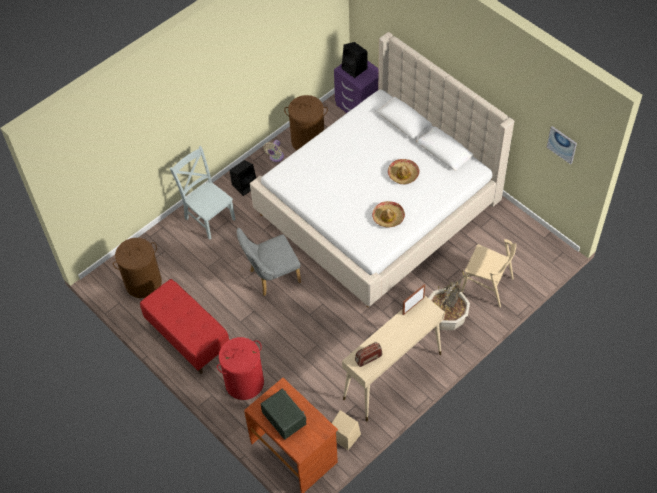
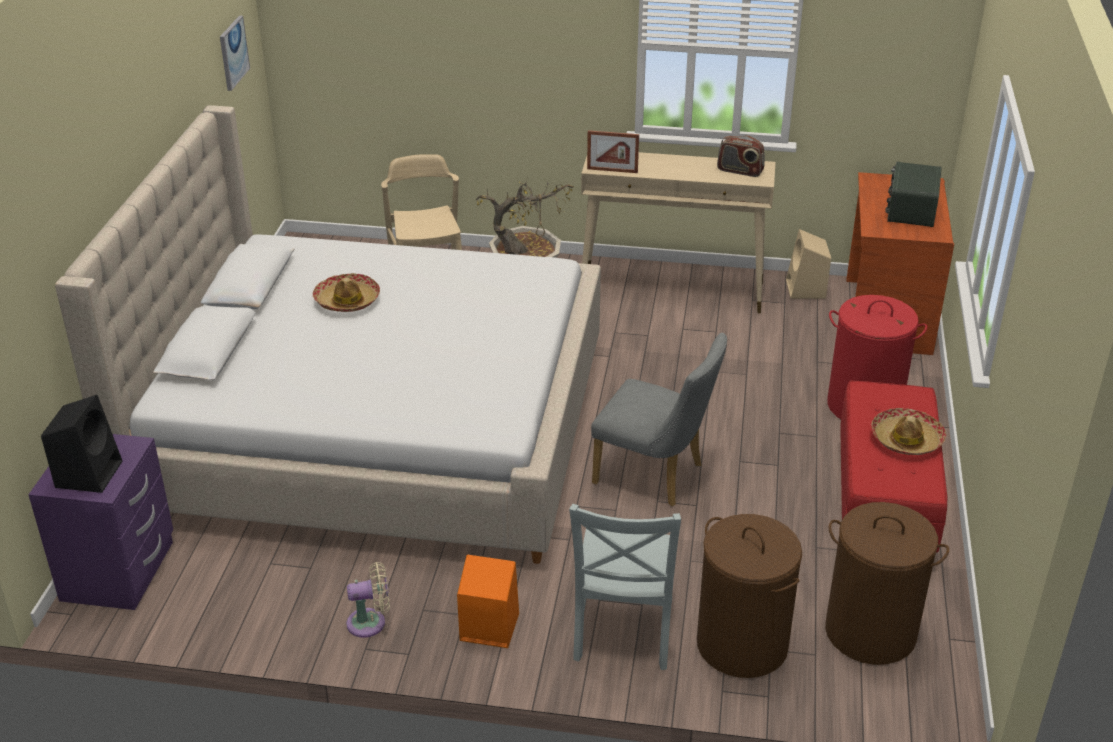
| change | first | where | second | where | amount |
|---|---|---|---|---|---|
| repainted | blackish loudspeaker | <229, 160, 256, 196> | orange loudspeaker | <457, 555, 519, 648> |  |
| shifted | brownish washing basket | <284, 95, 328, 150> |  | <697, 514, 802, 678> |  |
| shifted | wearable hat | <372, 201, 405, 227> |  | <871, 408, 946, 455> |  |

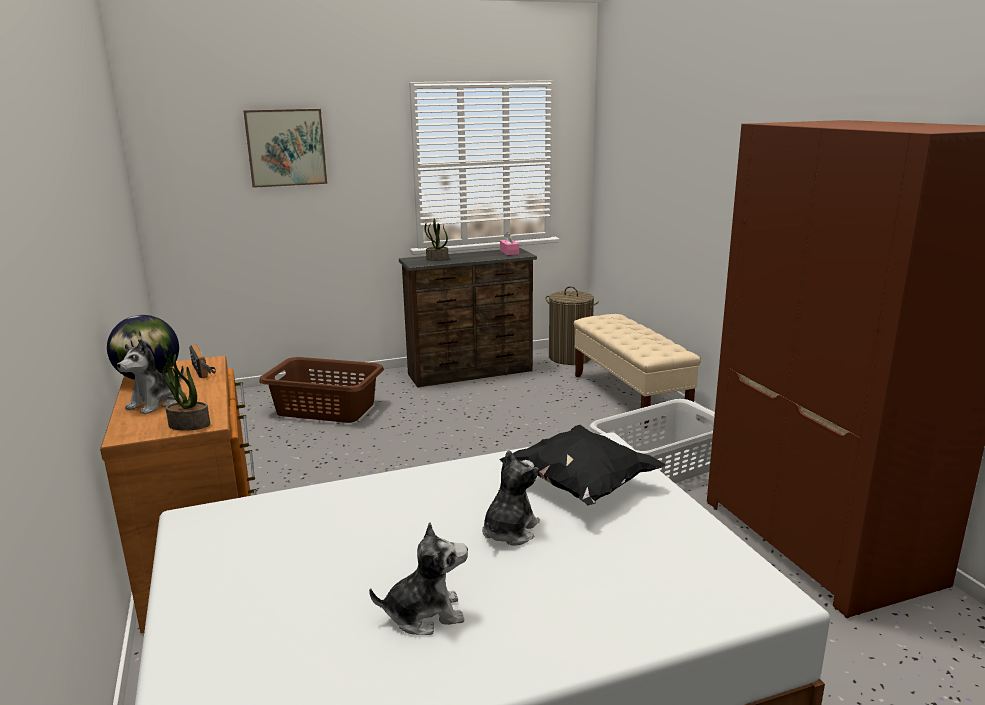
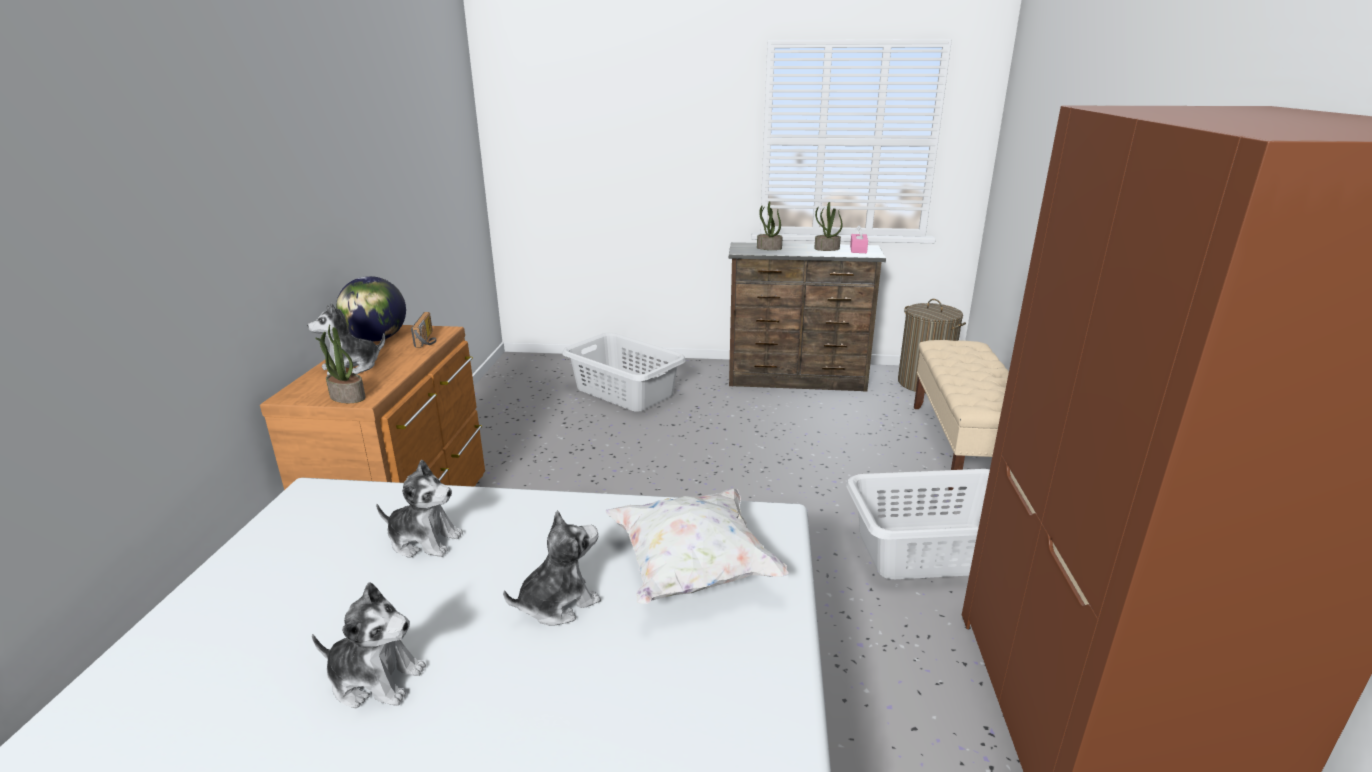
| change | first | where | second | where | amount |
|---|---|---|---|---|---|
| new |  |  | cuddly toy | <376, 460, 463, 558> |  |
| repainted | brownish washing basket | <259, 357, 384, 423> | greyish washing basket | <562, 333, 686, 412> |  |
| repainted | blackish throw pillow | <499, 425, 665, 505> | white-coloured throw pillow | <606, 489, 789, 604> |  |
| new |  |  | houseplant | <814, 202, 843, 251> |  |
| gone | wall picture | <243, 109, 327, 188> |  |  |  |

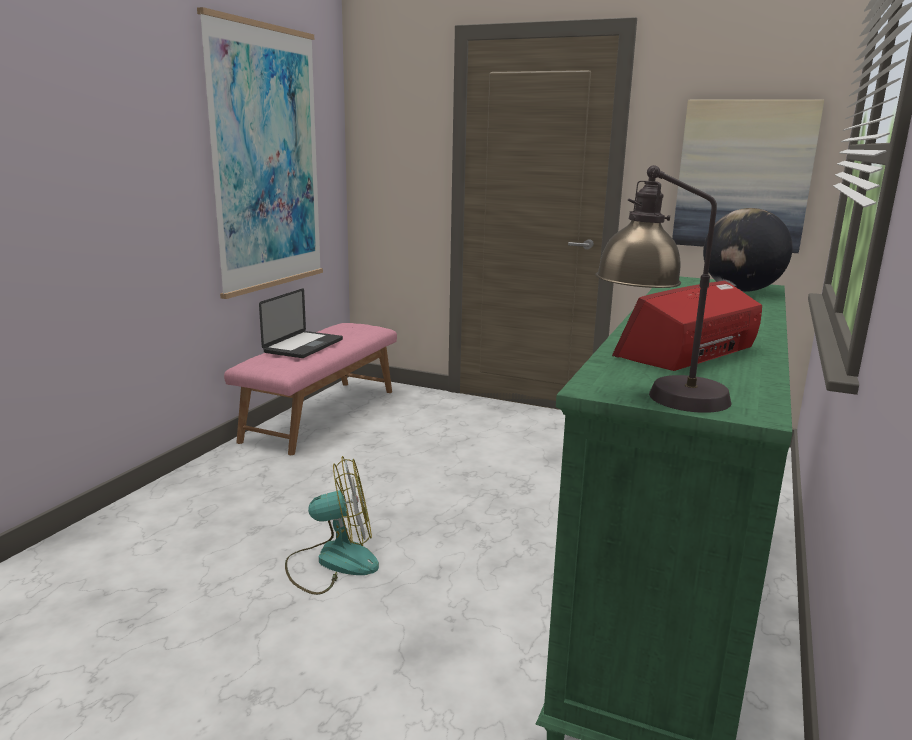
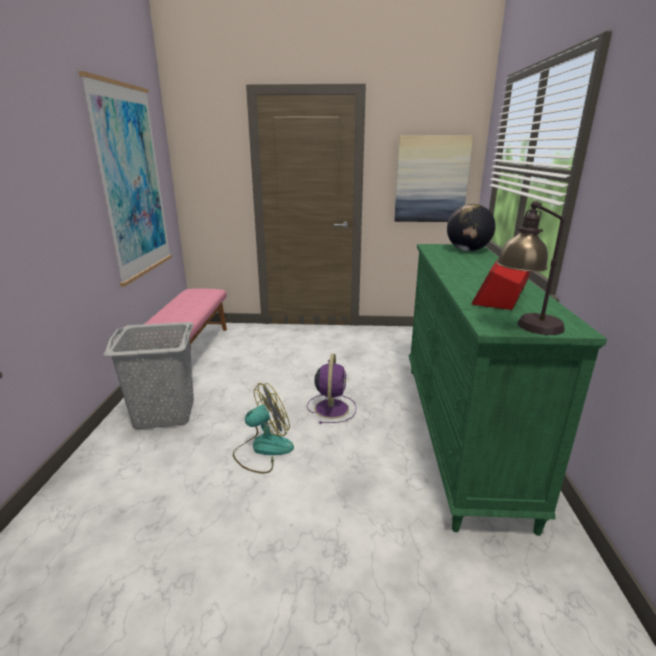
| change | first | where | second | where | amount |
|---|---|---|---|---|---|
| new |  |  | greyish washing basket | <104, 322, 194, 429> |  |
| new |  |  | purple cooling fan | <307, 354, 357, 424> |  |
| gone | portable computer | <259, 288, 343, 358> |  |  |  |

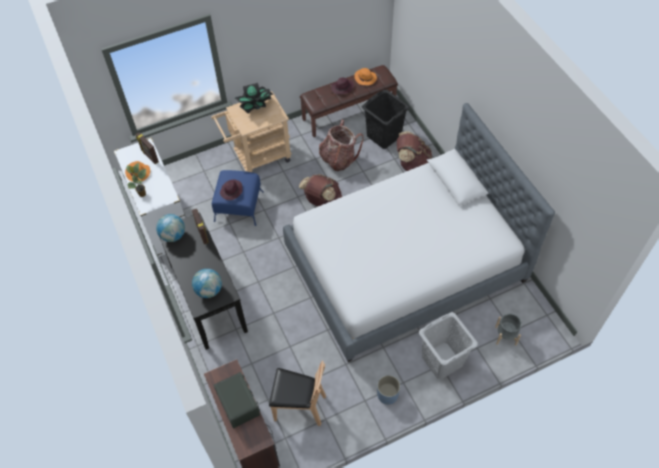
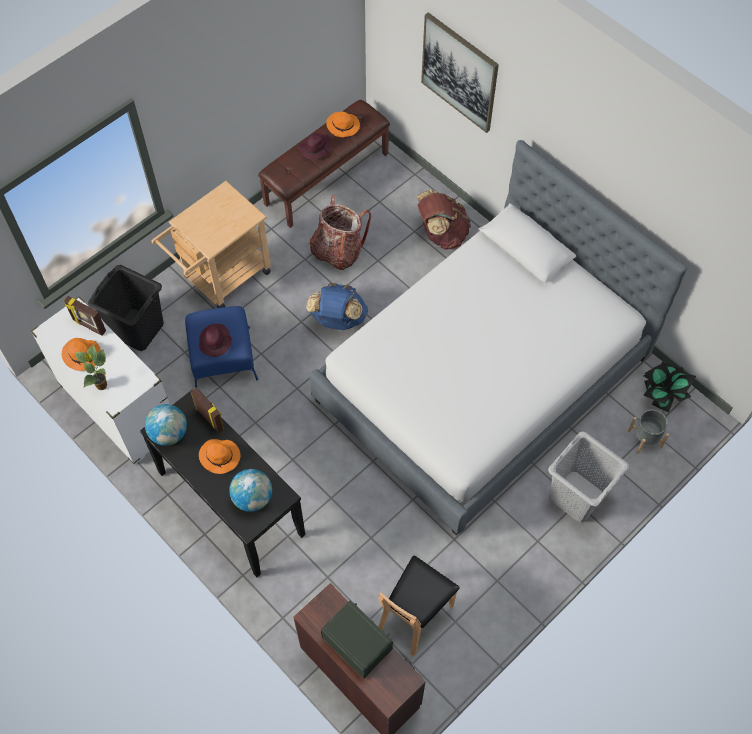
| change | first | where | second | where | amount |
|---|---|---|---|---|---|
| shifted | blackish washing basket | <362, 90, 410, 149> |  | <88, 265, 164, 351> |  |
| new |  |  | orange wearable hat | <199, 439, 240, 474> |  |
| repainted | brownish rucksack | <299, 174, 342, 207> | blue rucksack | <307, 283, 368, 330> |  |
| rotated | brownish chair | <269, 361, 326, 426> |  | <378, 556, 460, 656> | 135 degrees clockwise |
| new |  |  | wall picture | <421, 12, 499, 133> |  |
| shifted | houseplant | <235, 83, 273, 113> |  | <643, 362, 696, 413> |  |
| gone | blue planter | <377, 375, 401, 405> |  |  |  |

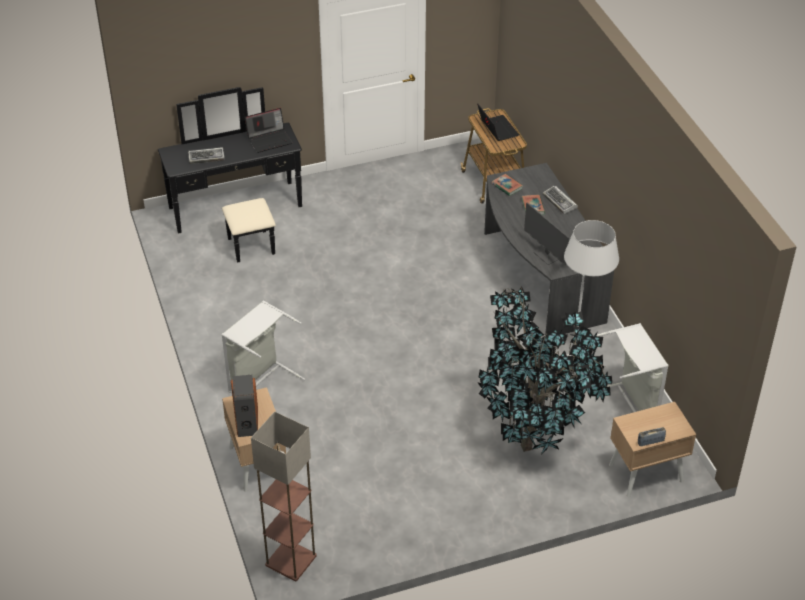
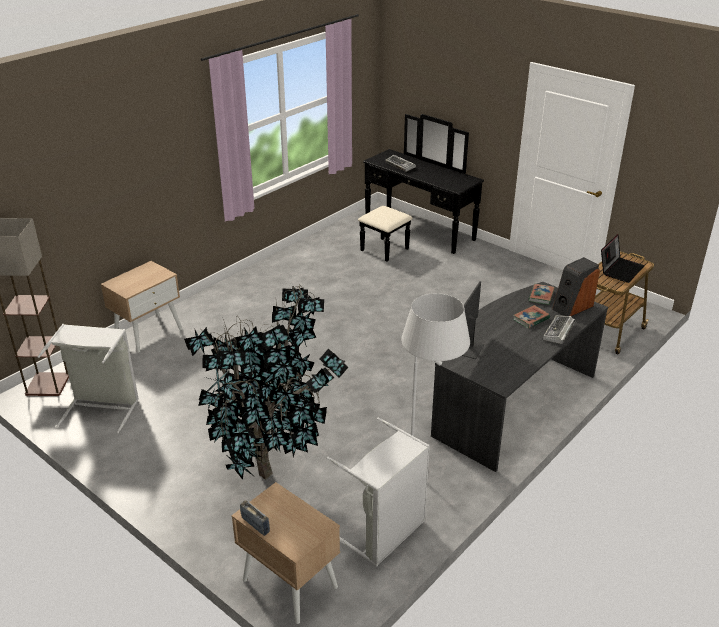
| change | first | where | second | where | amount |
|---|---|---|---|---|---|
| shifted | greyish washing basket | <222, 300, 305, 394> |  | <38, 324, 139, 433> |  |
| shifted | loudspeaker | <231, 375, 258, 437> |  | <552, 257, 600, 316> |  |
| gone | portable computer | <245, 108, 292, 153> |  |  |  |

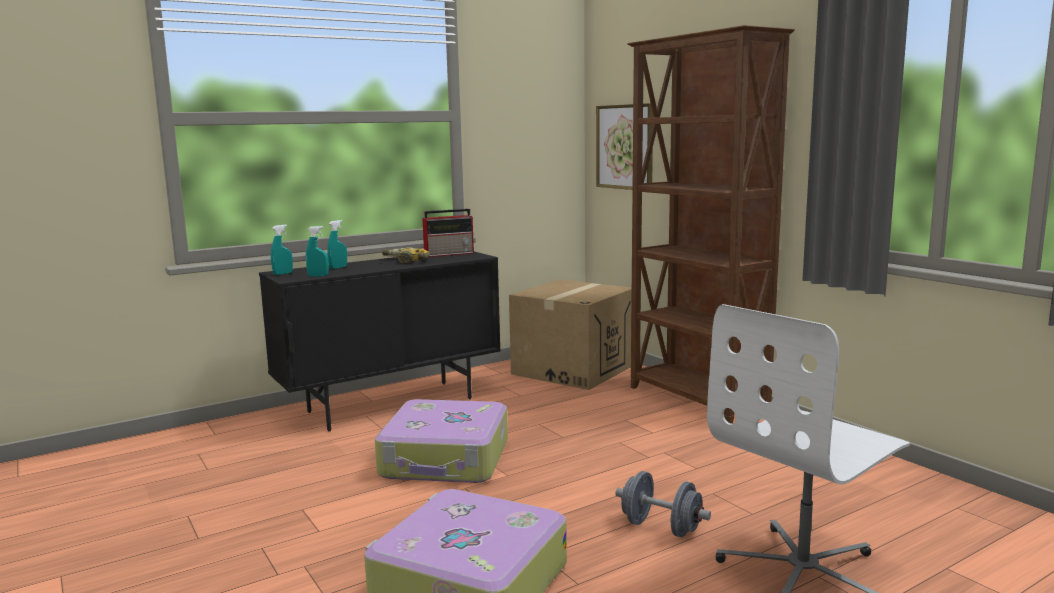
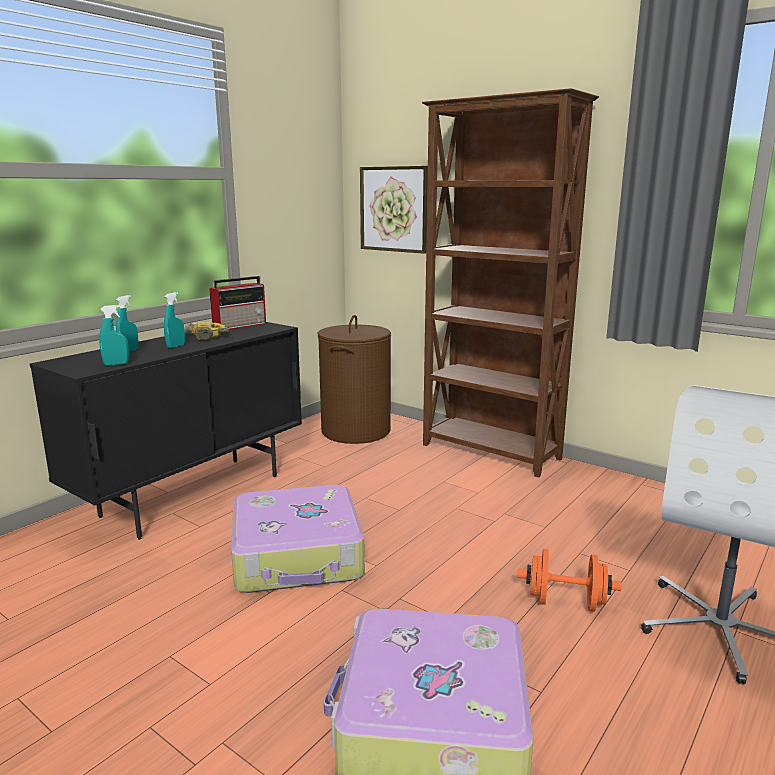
| change | first | where | second | where | amount |
|---|---|---|---|---|---|
| shifted | blue-green spray bottle | <271, 225, 293, 275> |  | <164, 292, 185, 348> |  |
| swapped | packing box | <509, 279, 632, 390> | brownish washing basket | <318, 315, 391, 444> |  |
| repainted | greyish dumbbell | <615, 471, 711, 537> | orange dumbbell | <517, 549, 622, 612> |  |

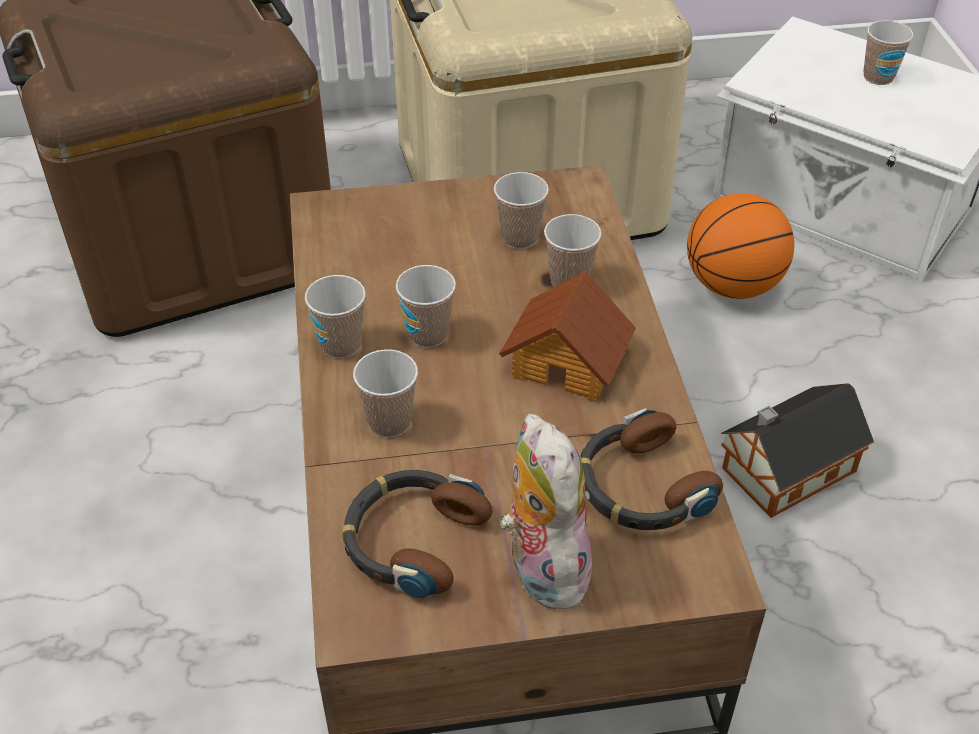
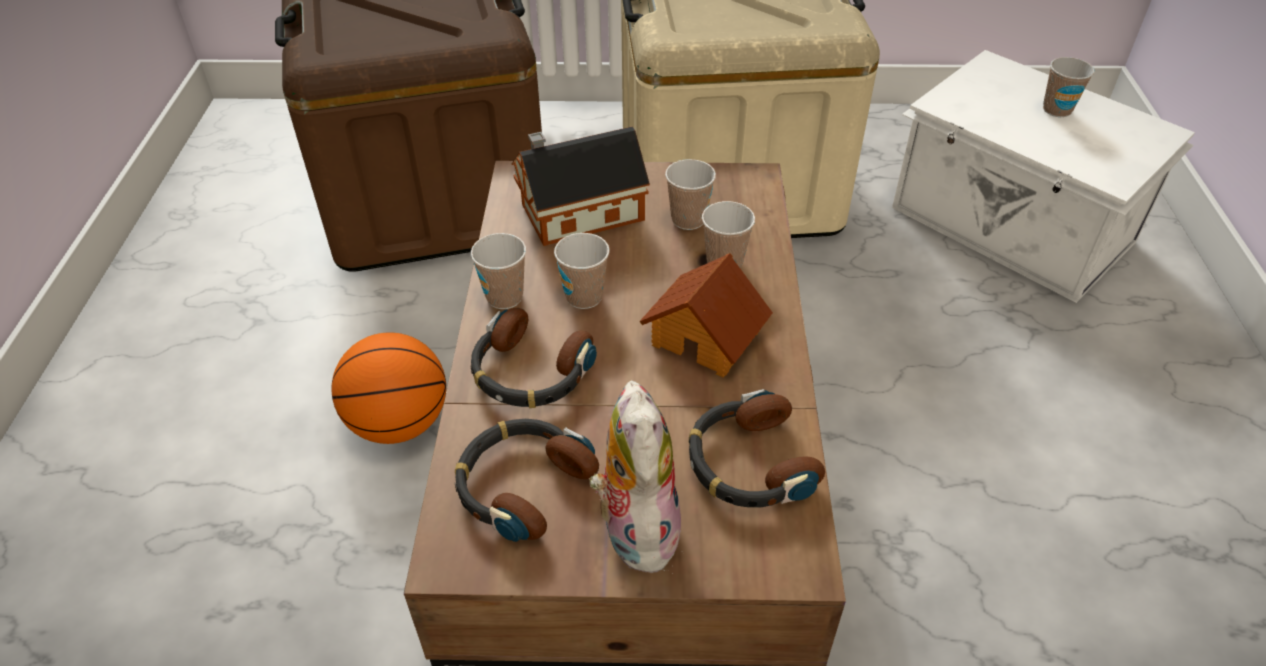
| change | first | where | second | where | amount |
|---|---|---|---|---|---|
| shifted | ball for basketball | <687, 193, 794, 299> |  | <332, 333, 446, 444> |  |
| swapped | cup | <353, 349, 418, 437> | headset | <470, 308, 597, 408> |  |
| shifted | model house | <721, 383, 874, 518> |  | <512, 127, 650, 246> |  |

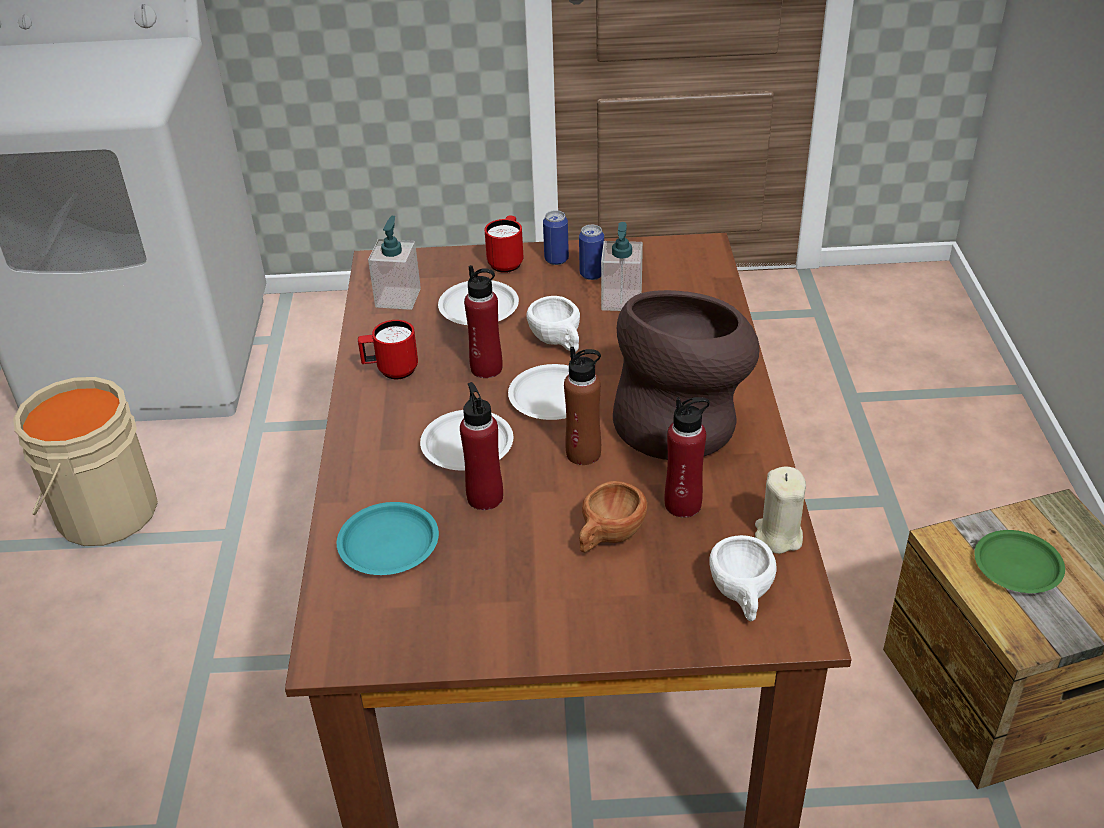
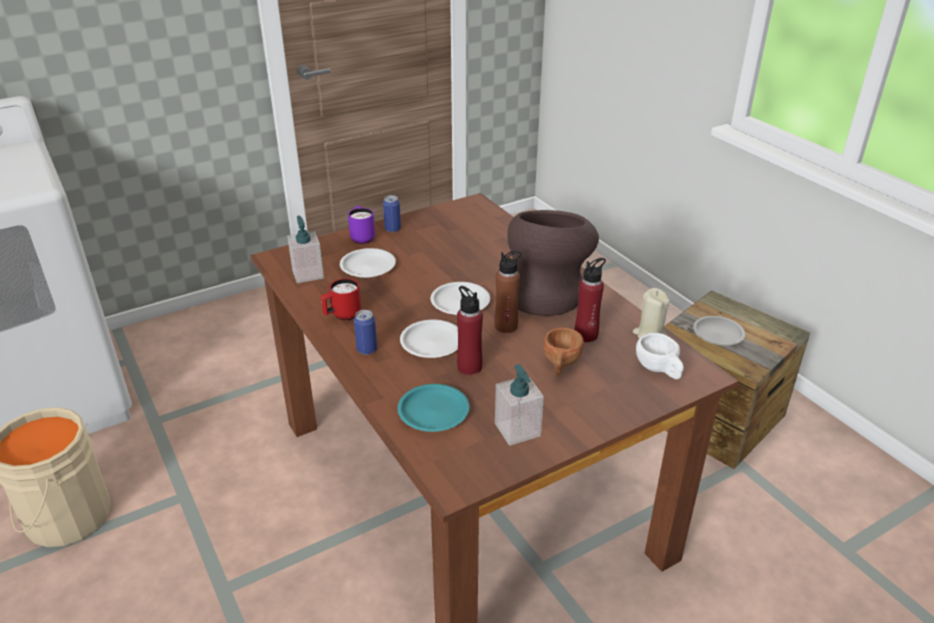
| change | first | where | second | where | amount |
|---|---|---|---|---|---|
| repainted | red coffee mug | <485, 216, 523, 273> | purple coffee mug | <348, 206, 375, 244> |  |
| shifted | sealed can | <579, 225, 604, 280> |  | <354, 310, 377, 355> |  |
| shifted | soap bottle | <601, 222, 643, 311> |  | <495, 364, 544, 446> |  |
| repainted | green-coloured dinner plate | <974, 530, 1065, 593> | white-coloured dinner plate | <693, 316, 745, 345> |  |
| gone | red bottle | <464, 265, 503, 378> |  |  |  |
| gone | white-coloured cup | <526, 296, 580, 352> |  |  |  |

